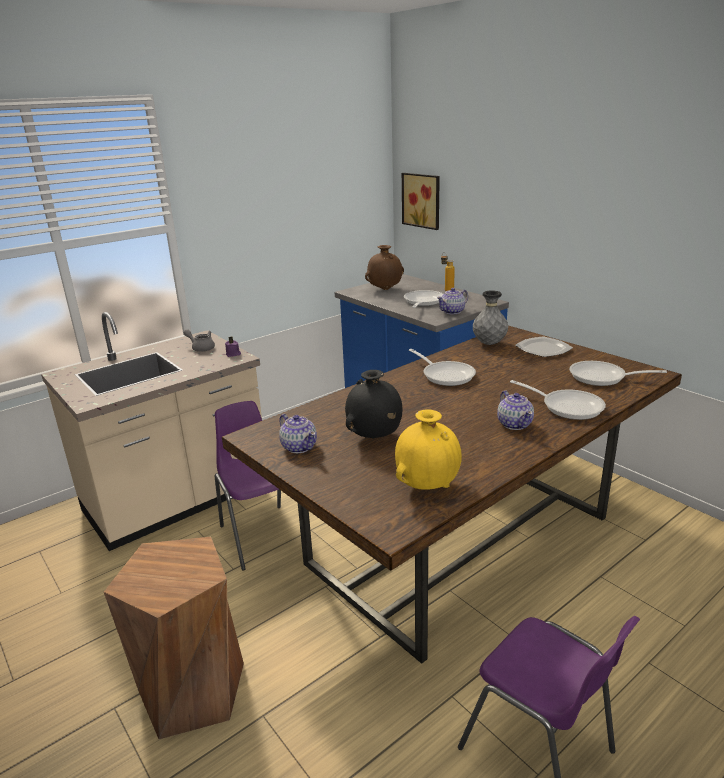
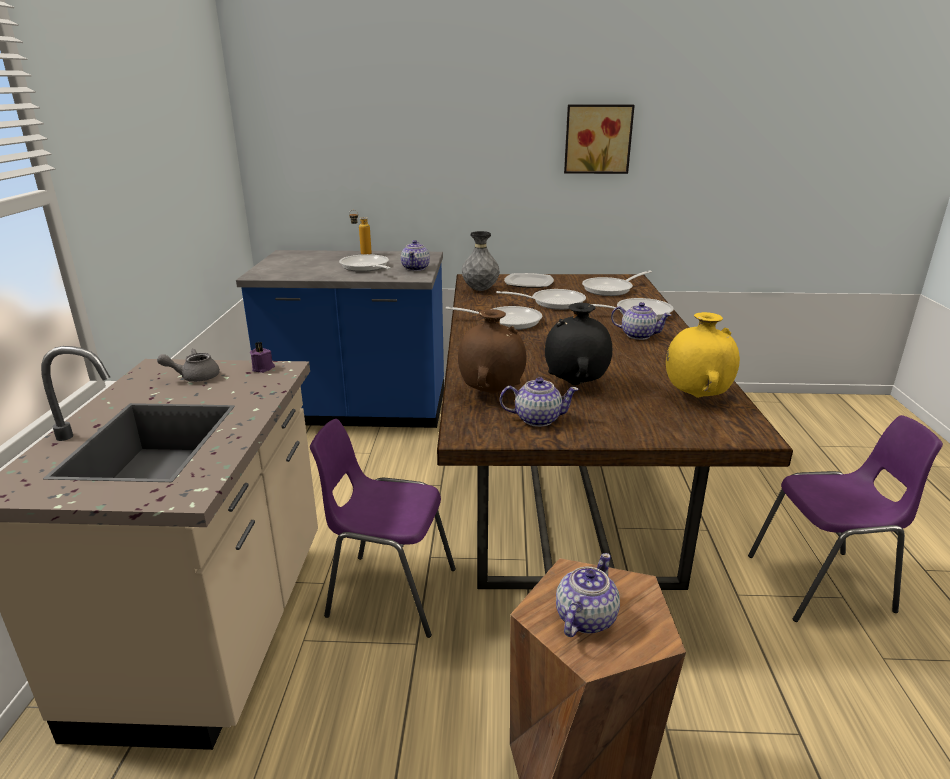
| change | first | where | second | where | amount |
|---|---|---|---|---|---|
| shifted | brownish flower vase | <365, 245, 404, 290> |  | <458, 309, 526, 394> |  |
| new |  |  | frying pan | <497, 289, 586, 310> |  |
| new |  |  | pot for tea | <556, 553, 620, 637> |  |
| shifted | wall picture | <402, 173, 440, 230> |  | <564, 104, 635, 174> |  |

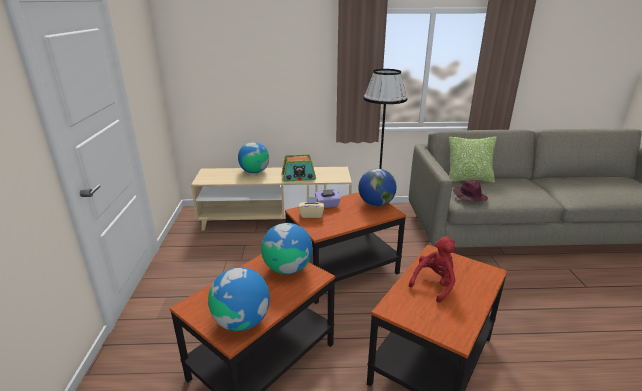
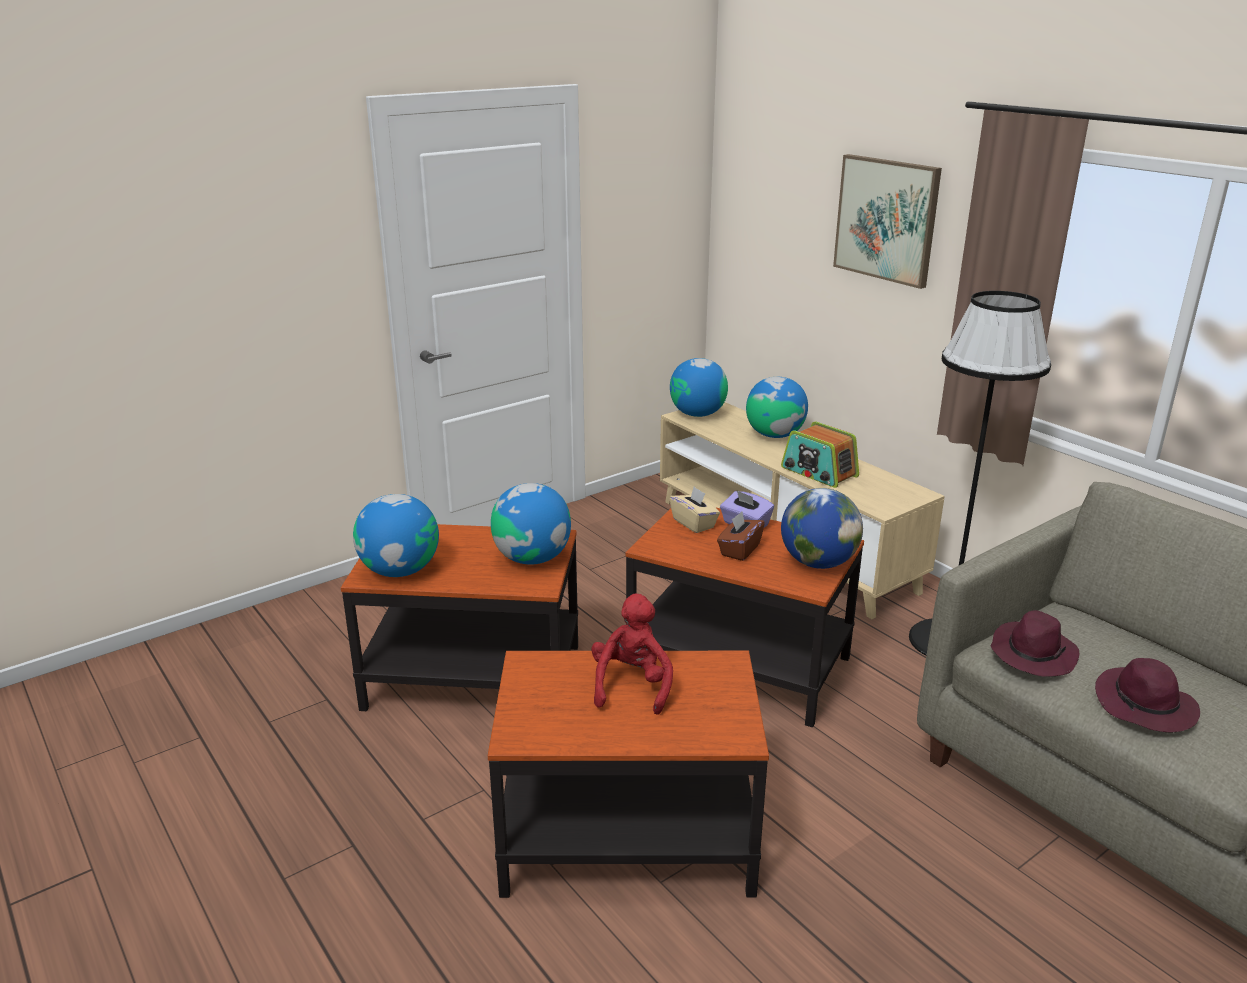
| change | first | where | second | where | amount |
|---|---|---|---|---|---|
| rotated | red cuddly toy | <409, 236, 455, 303> |  | <591, 594, 673, 715> | 90 degrees counterclockwise |
| new |  |  | desk globe | <670, 358, 728, 417> |  |
| new |  |  | brownish box of tissues | <717, 511, 765, 561> |  |
| new |  |  | wall picture | <833, 154, 942, 289> |  |
| new |  |  | purple wearable hat | <1095, 658, 1200, 732> |  |
| gone | throw pillow | <449, 137, 497, 182> |  |  |  |

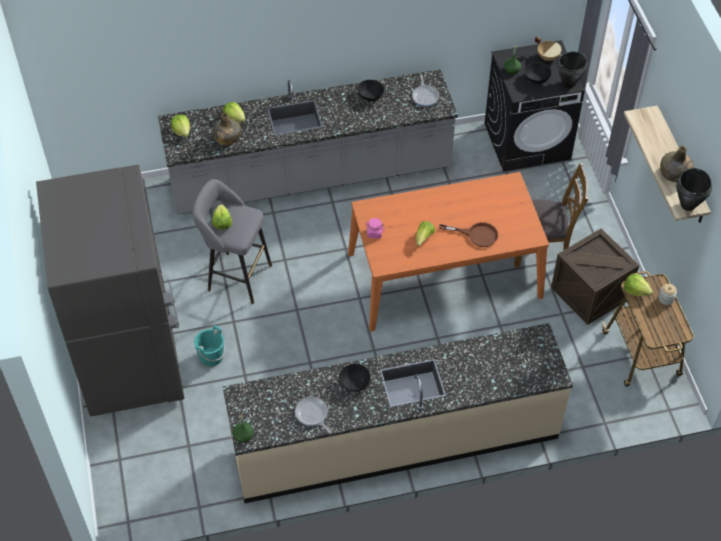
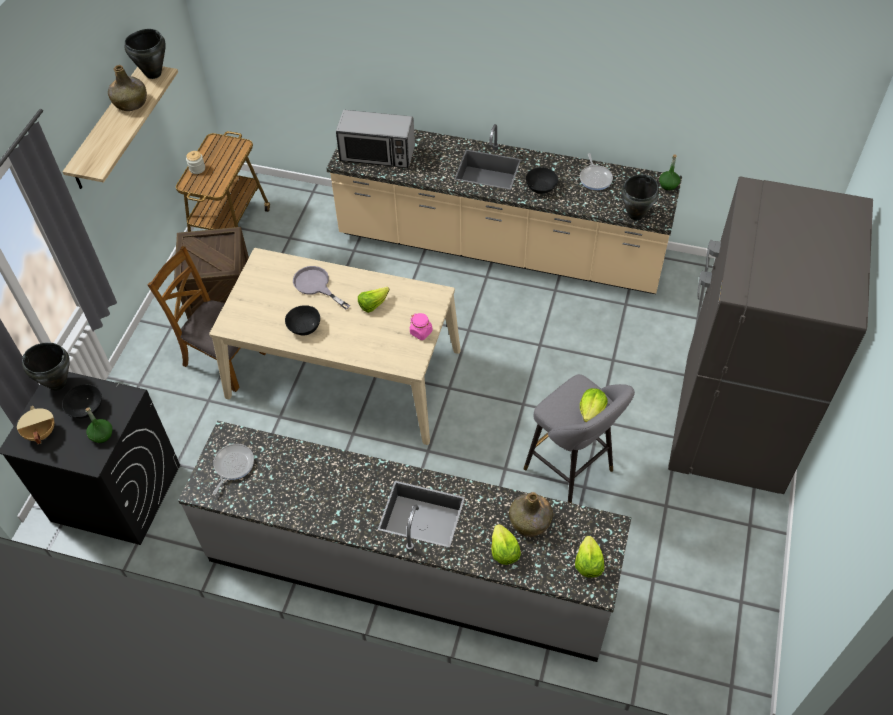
| change | first | where | second | where | amount |
|---|---|---|---|---|---|
| repainted | orange kitchen table | <348, 172, 549, 331> | beige-coloured kitchen table | <209, 248, 461, 445> |  |
| shifted | blackish bowl | <358, 80, 384, 101> |  | <285, 305, 320, 335> |  |
| repainted | brownish frying pan | <439, 222, 498, 247> | greyish frying pan | <293, 266, 350, 310> |  |
| new |  |  | microwave | <336, 110, 415, 168> |  |
| new |  |  | blackish saucepot | <621, 174, 659, 221> |  |
| gone | blue-green water bucket | <194, 325, 225, 366> |  |  |  |
| gone | head of lettuce | <624, 274, 653, 296> |  |  |  |

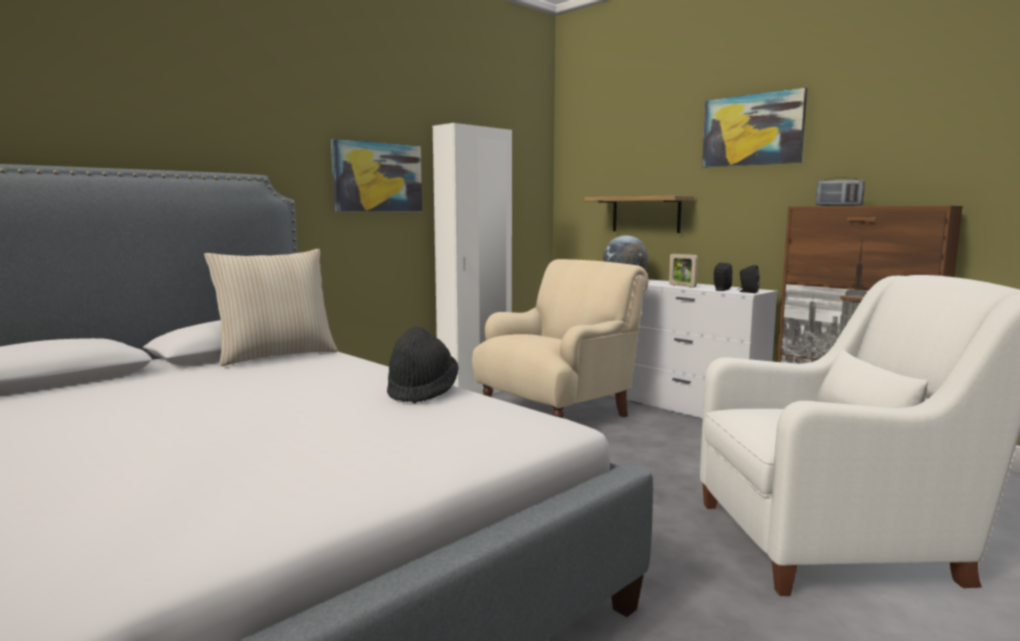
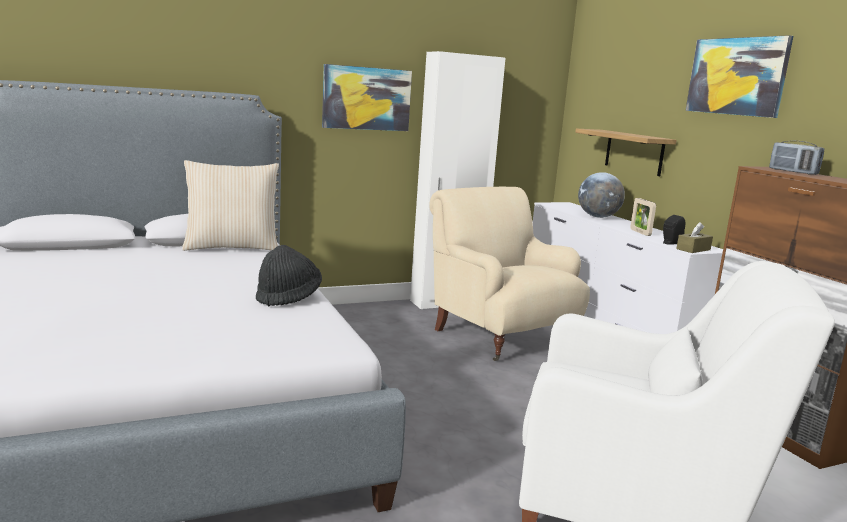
| change | first | where | second | where | amount |
|---|---|---|---|---|---|
| rotated | beige-coloured lounge chair | <472, 259, 648, 418> |  | <429, 187, 590, 361> | 105 degrees counterclockwise |
| swapped | blackish loudspeaker | <738, 264, 760, 293> | brownish box of tissues | <676, 222, 713, 253> |  |

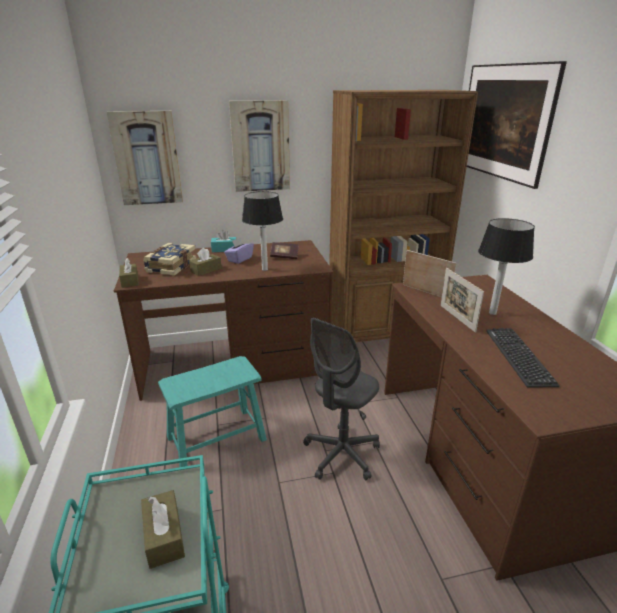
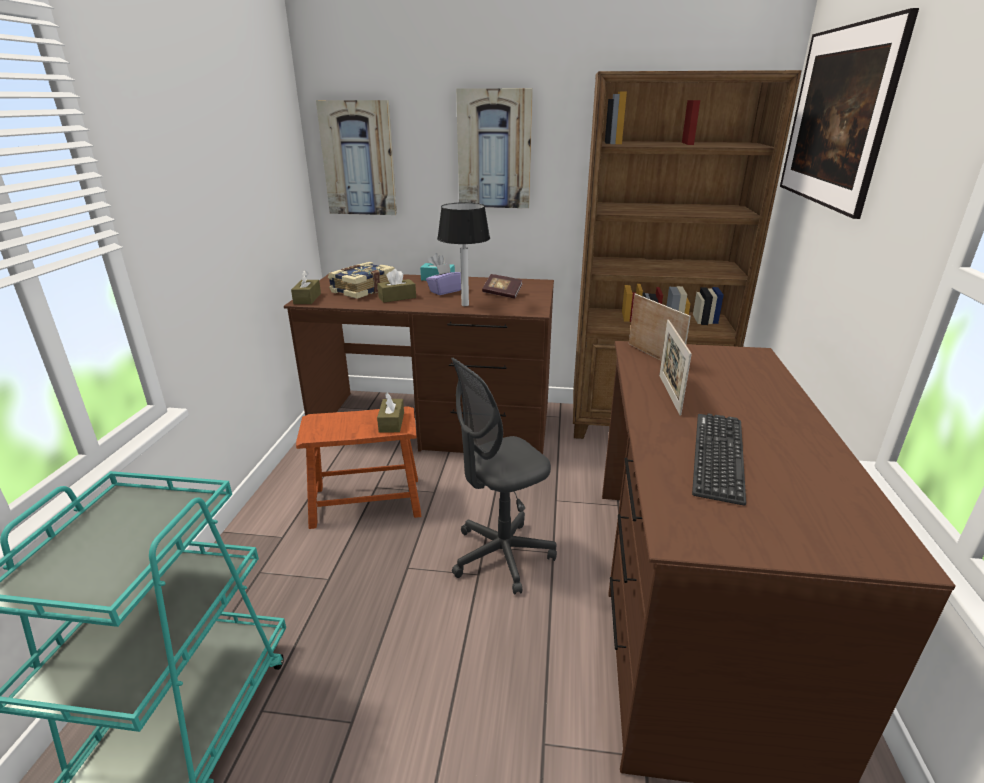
| change | first | where | second | where | amount |
|---|---|---|---|---|---|
| repainted | blue-green stool | <158, 356, 267, 467> | brownish stool | <296, 406, 421, 529> |  |
| shifted | brownish box of tissues | <141, 490, 185, 569> |  | <377, 393, 404, 433> |  |
| gone | tabletop lamp | <478, 218, 535, 315> |  |  |  |

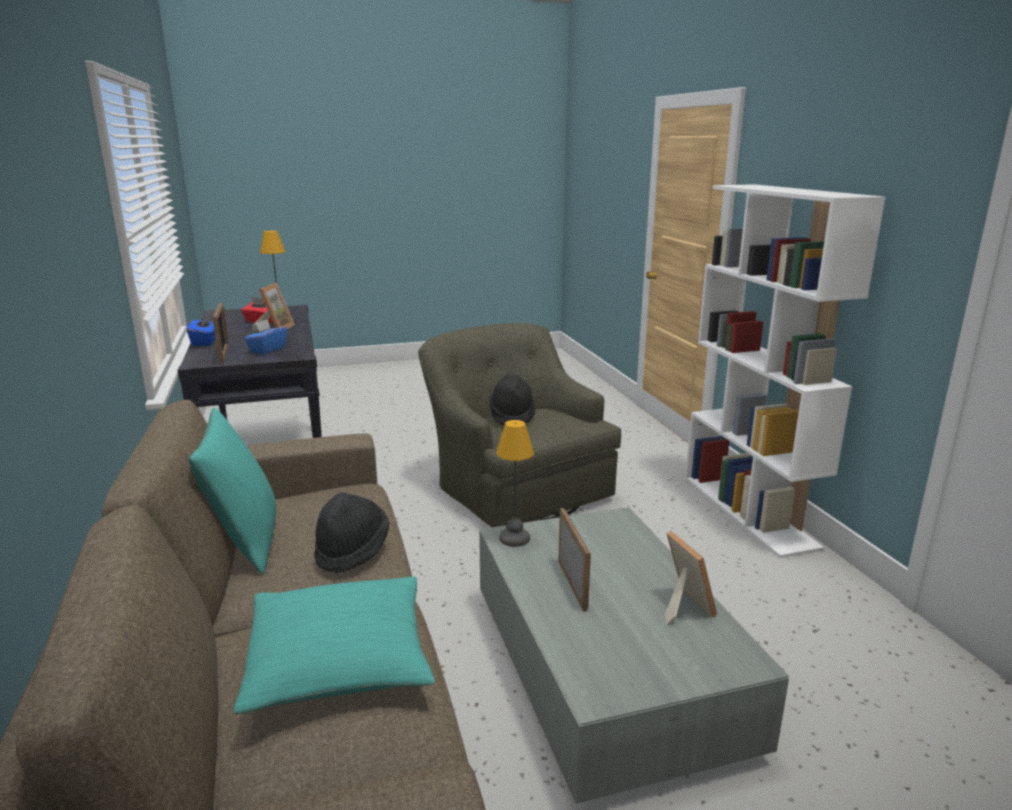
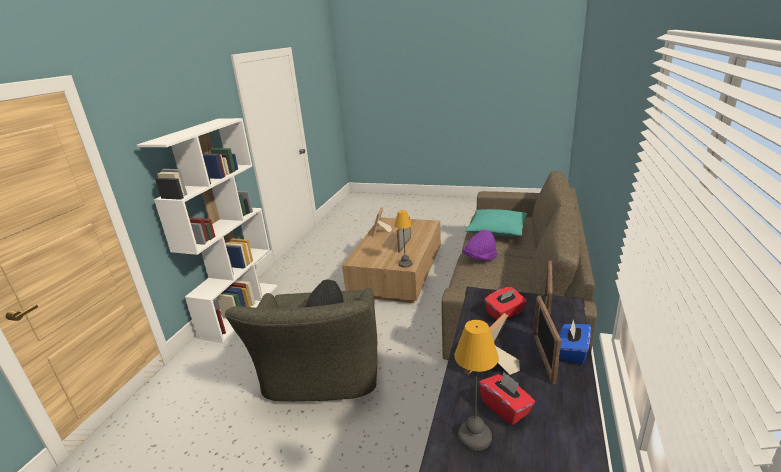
| change | first | where | second | where | amount |
|---|---|---|---|---|---|
| repainted | greyish low table | <479, 507, 789, 804> | brownish low table | <342, 217, 441, 303> |  |
| repainted | blackish wearable hat | <314, 493, 390, 573> | purple wearable hat | <463, 230, 497, 261> |  |
| repainted | blue box of tissues | <244, 319, 287, 354> | red box of tissues | <484, 287, 527, 320> |  |
| new |  |  | standing frame | <533, 296, 561, 384> |  |
| gone | blue-green throw pillow | <189, 408, 276, 574> |  |  |  |

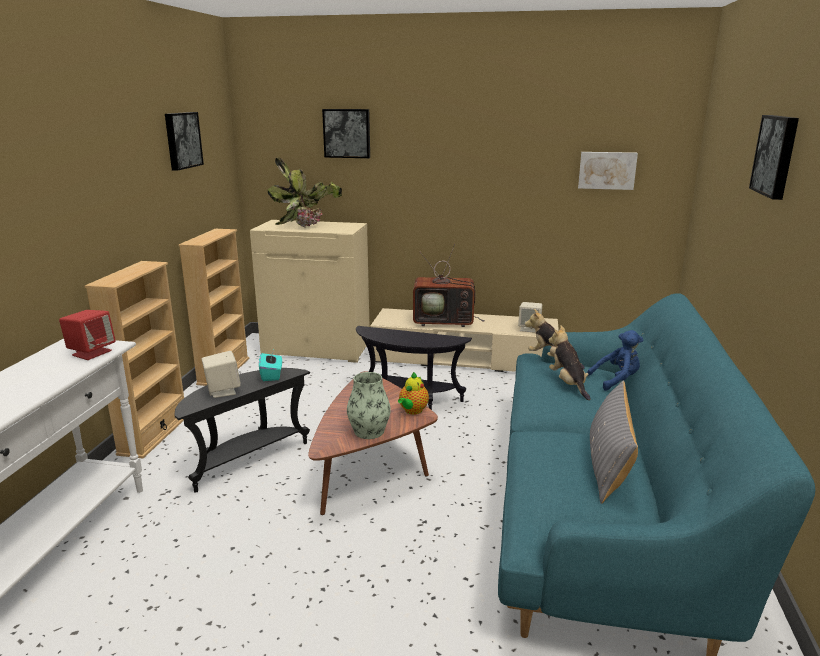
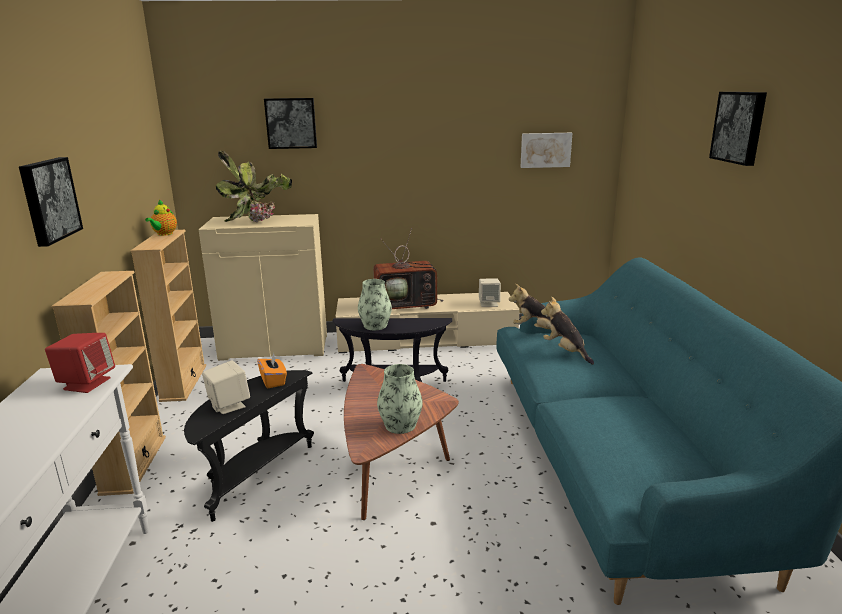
| change | first | where | second | where | amount |
|---|---|---|---|---|---|
| shifted | wall picture | <165, 112, 204, 171> |  | <19, 157, 83, 247> |  |
| shifted | pot for tea | <398, 372, 429, 415> |  | <145, 200, 177, 236> |  |
| repainted | blue-green box of tissues | <259, 350, 282, 381> | orange box of tissues | <257, 352, 287, 388> |  |
| new |  |  | flower vase | <358, 279, 392, 330> |  |
| gone | blue cuddly toy | <587, 330, 643, 391> |  |  |  |
| gone | greyish throw pillow | <590, 380, 638, 504> |  |  |  |

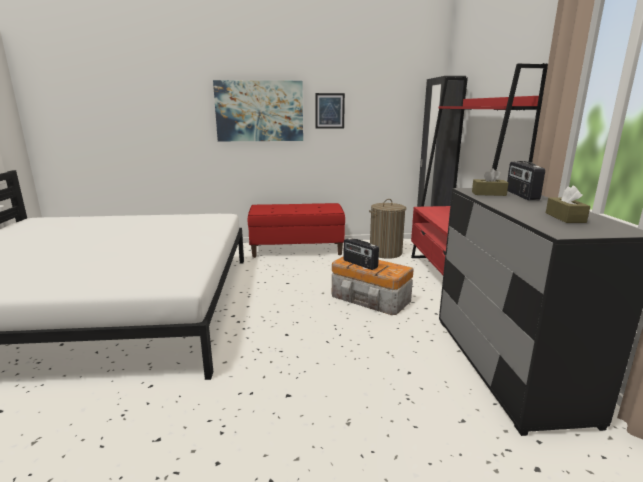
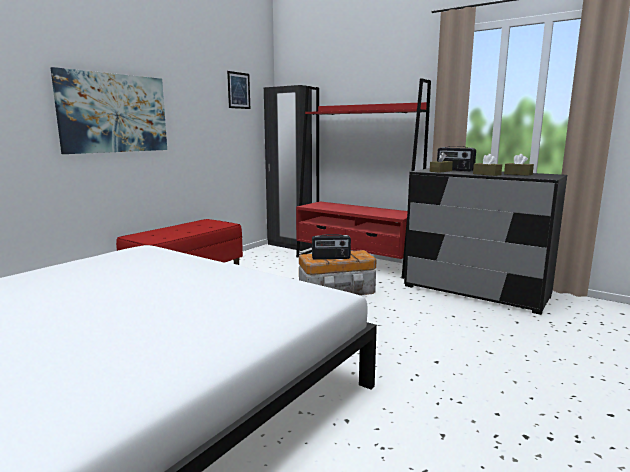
| change | first | where | second | where | amount |
|---|---|---|---|---|---|
| shifted | wall picture | <315, 93, 345, 129> |  | <227, 71, 250, 109> |  |
| new |  |  | brownish box of tissues | <473, 154, 502, 176> |  |
| gone | washing basket | <369, 199, 406, 259> |  |  |  |

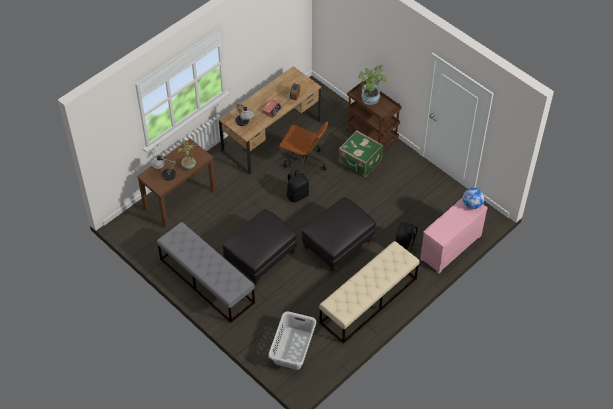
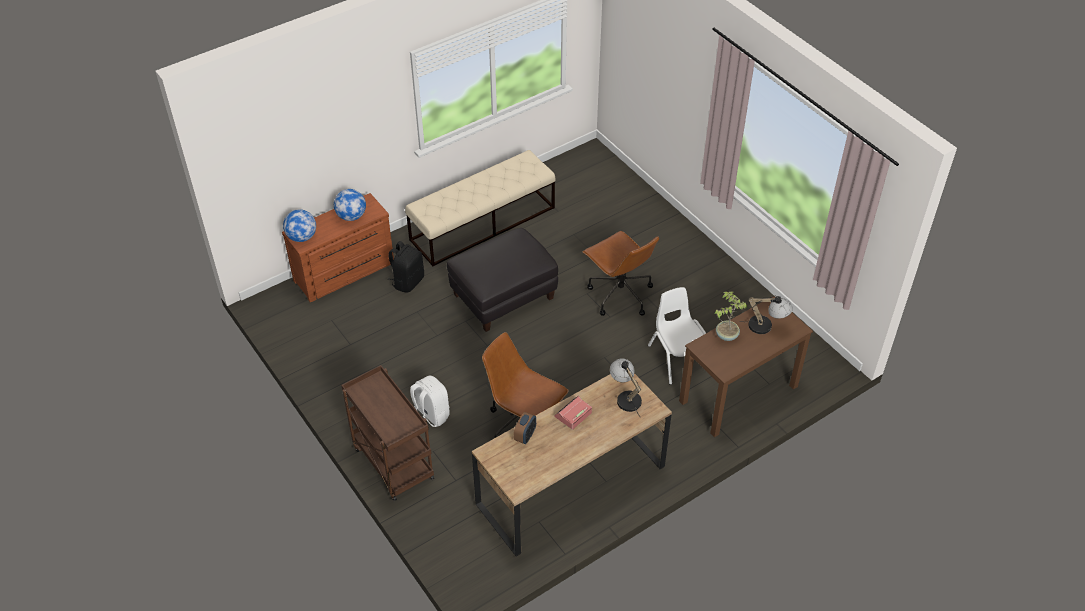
| change | first | where | second | where | amount |
|---|---|---|---|---|---|
| repainted | pinkish dresser | <420, 197, 488, 274> | brownish dresser | <282, 193, 394, 303> |  |
| new |  |  | desk globe | <334, 189, 366, 221> |  |
| swapped | green-coloured piece of luggage | <339, 130, 383, 177> | white-coloured rucksack | <410, 375, 450, 427> |  |
| swapped | blackish footrest | <223, 209, 297, 285> | brownish office chair | <582, 231, 659, 316> |  |
| new |  |  | white-coloured chair | <648, 287, 706, 385> |  |
| gone | greyish indoor bench | <157, 222, 255, 323> |  |  |  |
| gone | greyish washing basket | <268, 311, 316, 370> |  |  |  |
| gone | blackish rucksack | <286, 170, 309, 203> |  |  |  |
| gone | houseplant | <359, 65, 388, 105> |  |  |  |

